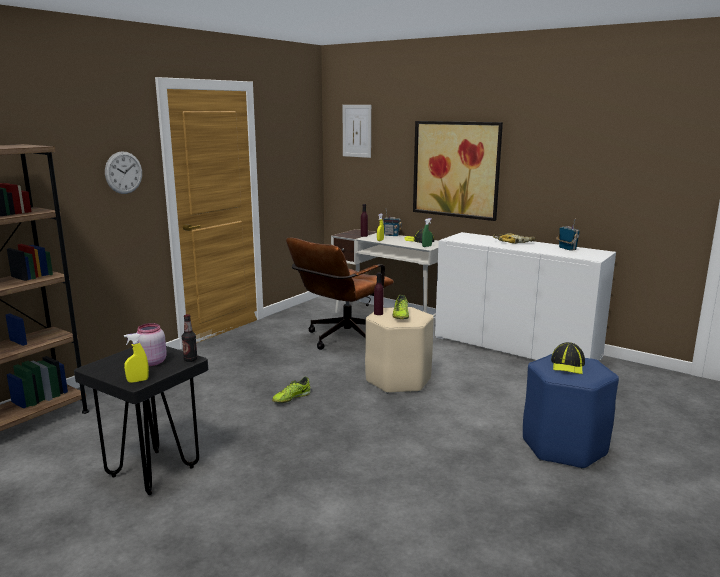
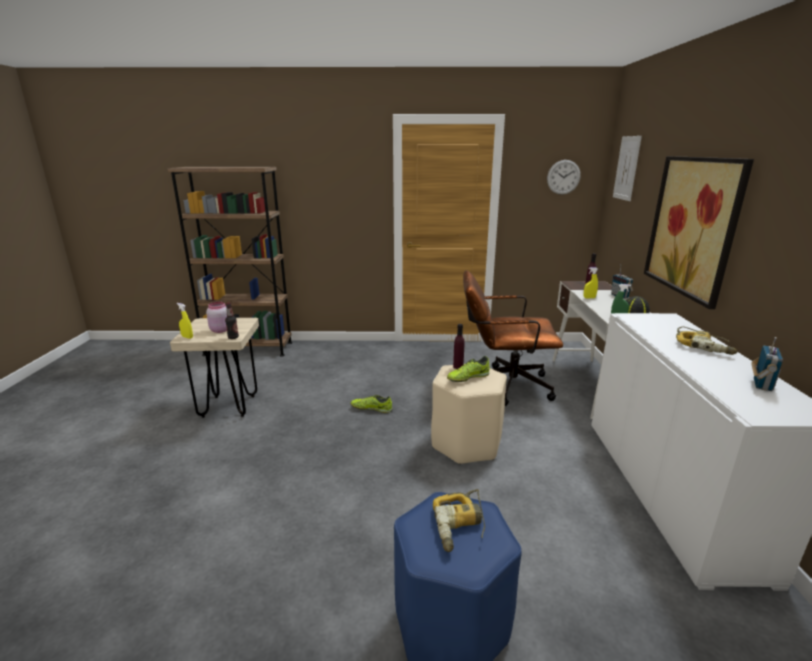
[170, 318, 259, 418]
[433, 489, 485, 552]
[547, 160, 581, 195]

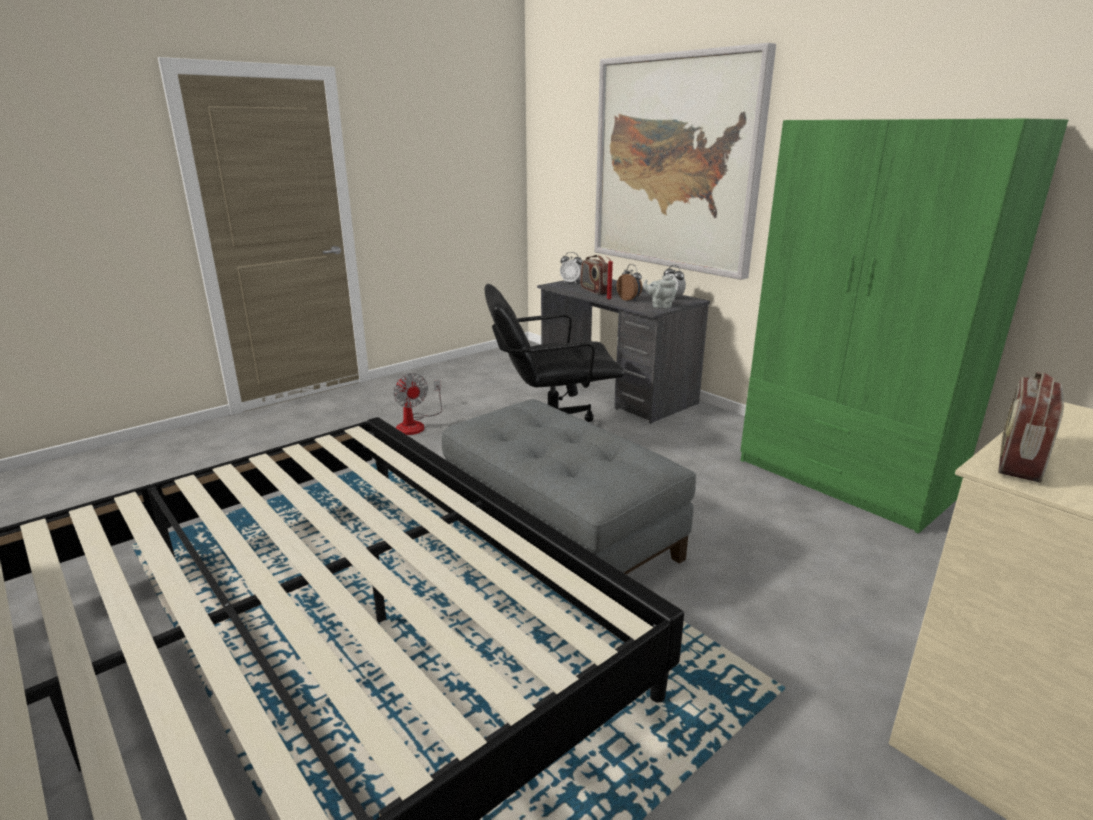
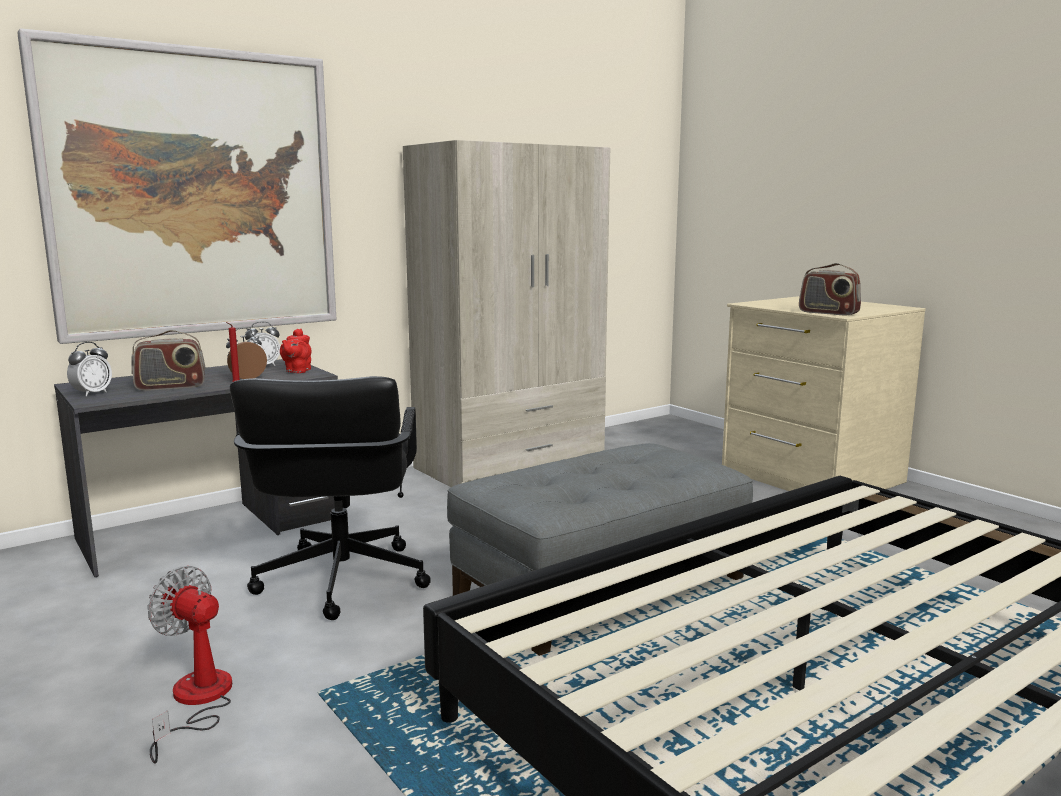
[147, 566, 232, 764]
[280, 329, 311, 373]
[403, 140, 610, 487]

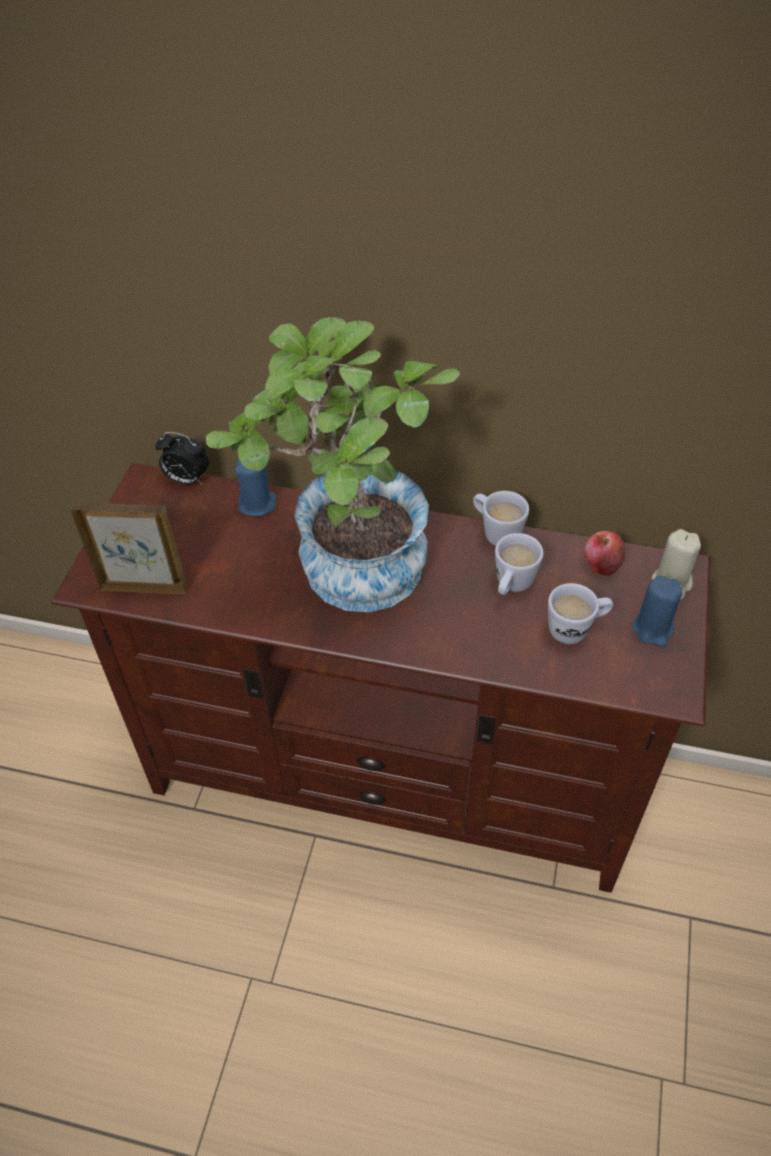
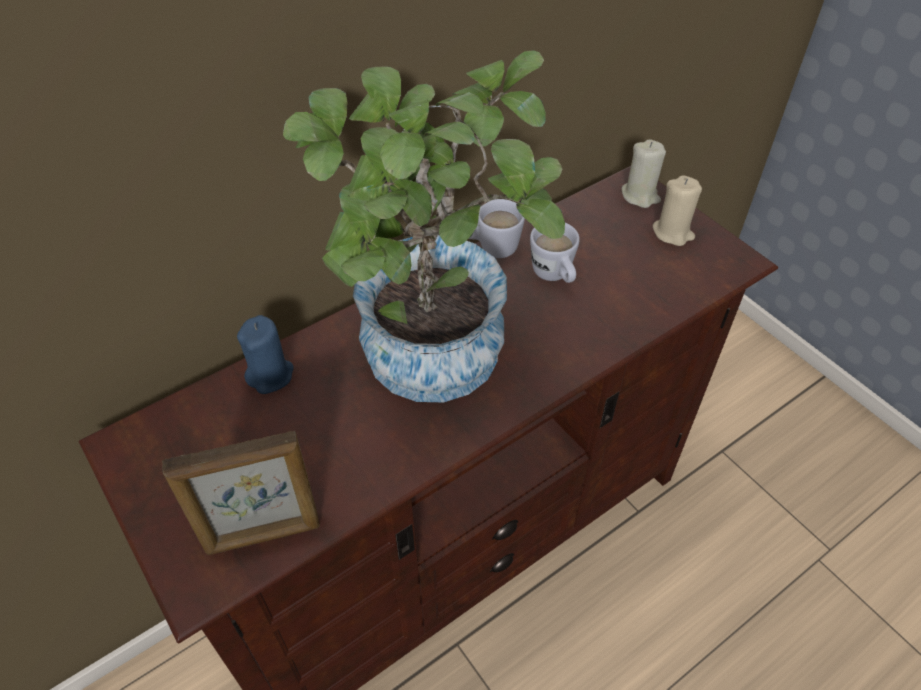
[162, 431, 320, 555]
[653, 175, 702, 246]
[155, 432, 209, 485] (first image)
[548, 583, 613, 644] (first image)
[584, 531, 625, 576] (first image)

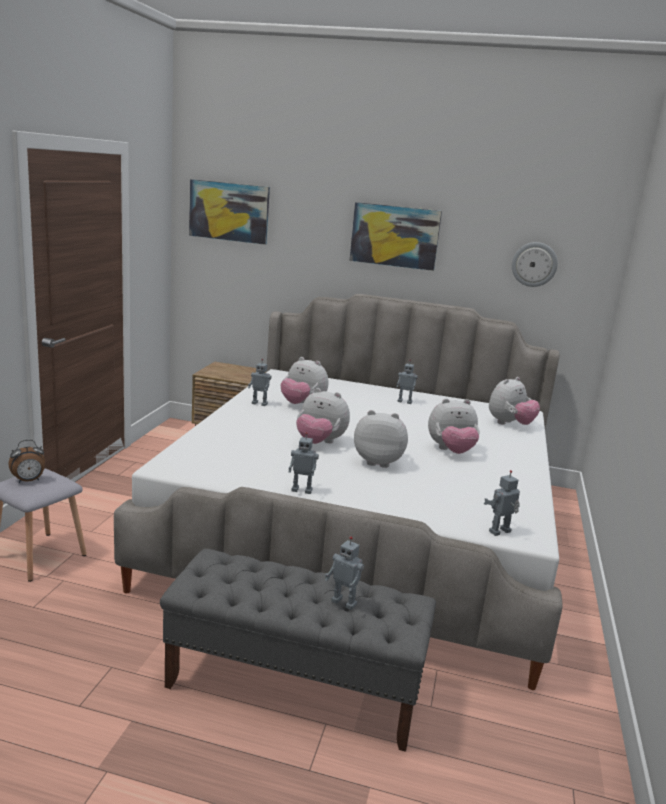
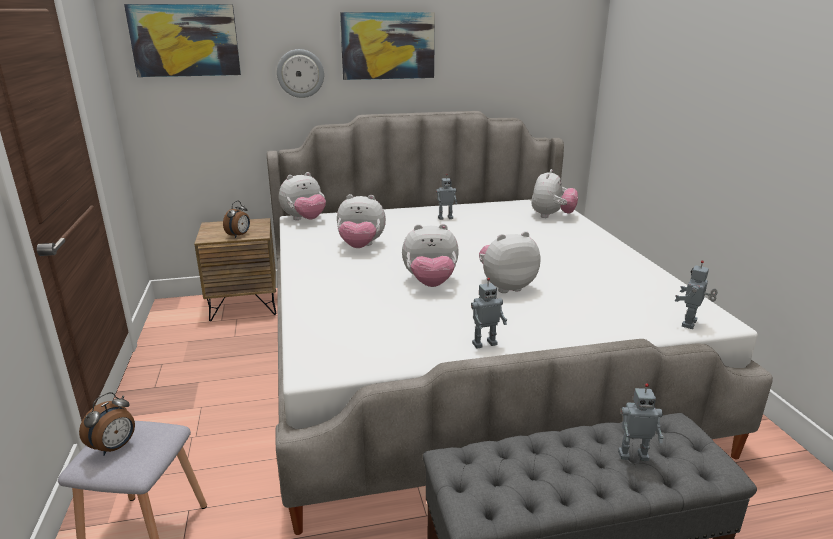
[223, 201, 250, 238]
[277, 49, 324, 98]
[279, 172, 326, 220]
[248, 359, 271, 406] (first image)

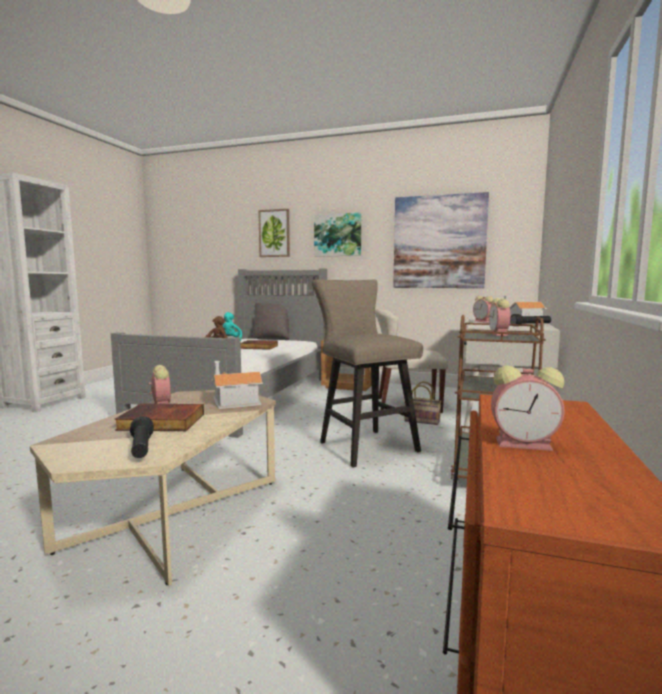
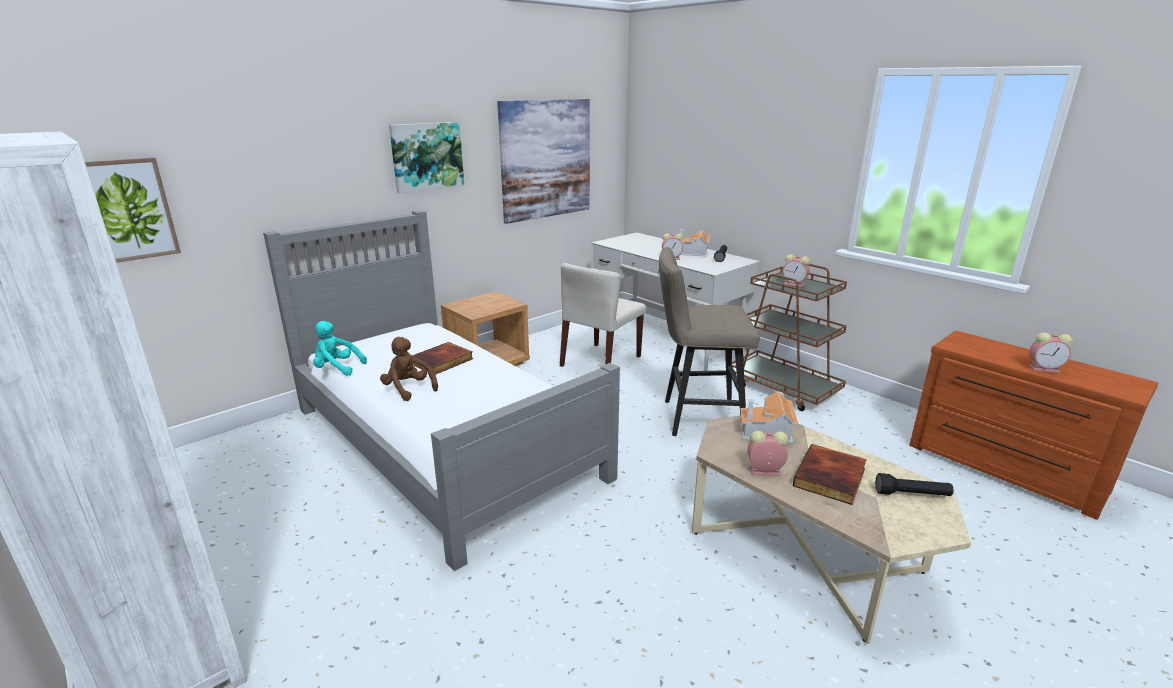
[85, 157, 181, 263]
[1028, 332, 1073, 373]
[251, 303, 290, 339] (first image)
[404, 381, 441, 425] (first image)

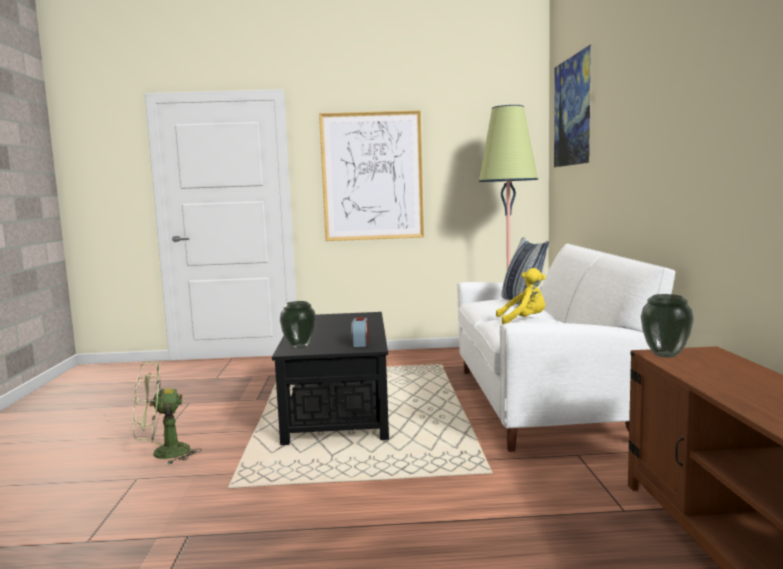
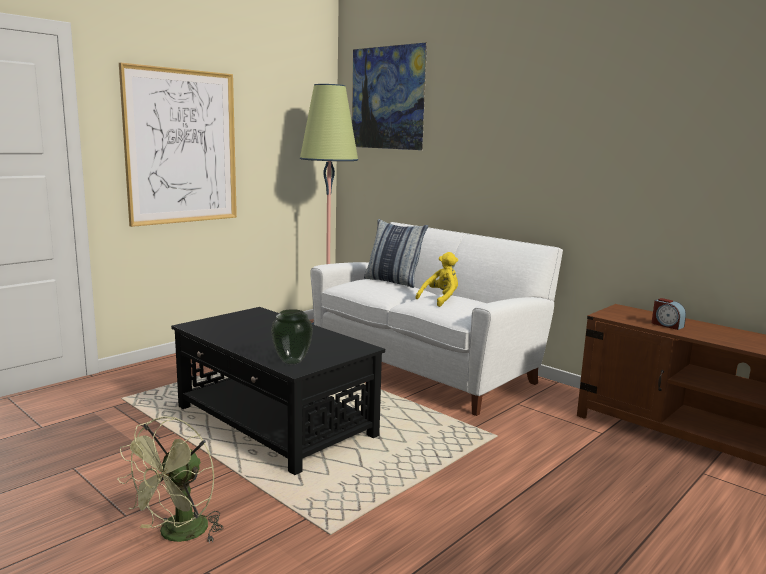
[652, 298, 686, 330]
[641, 294, 694, 358] (first image)

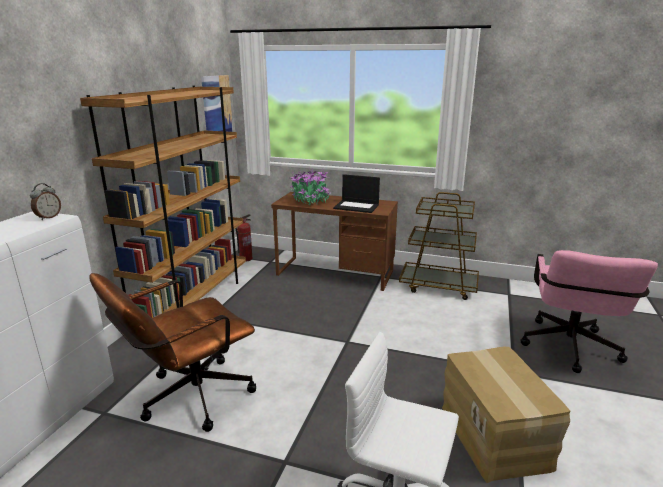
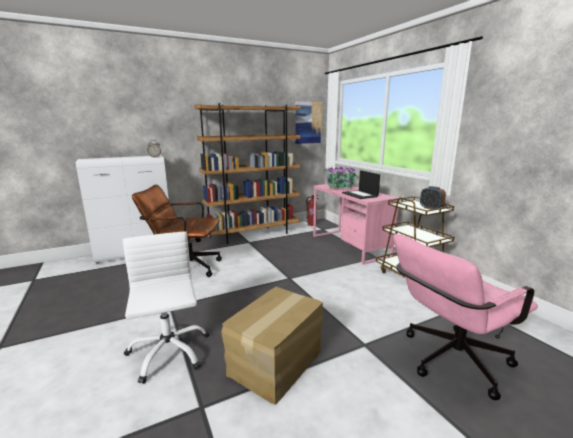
[313, 183, 399, 265]
[420, 186, 446, 209]

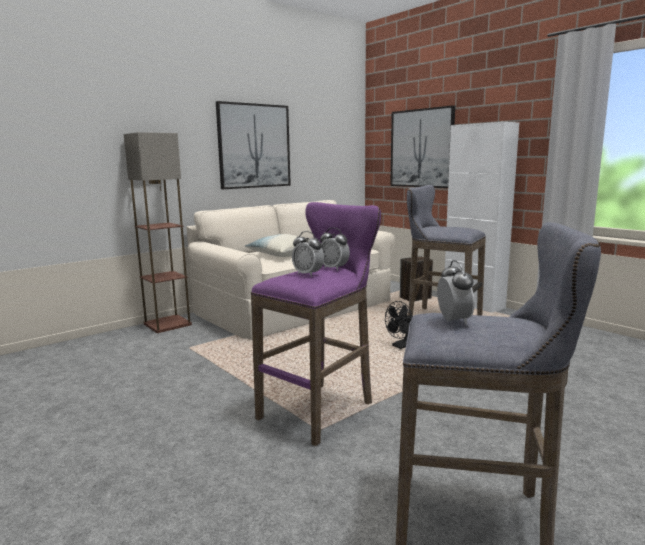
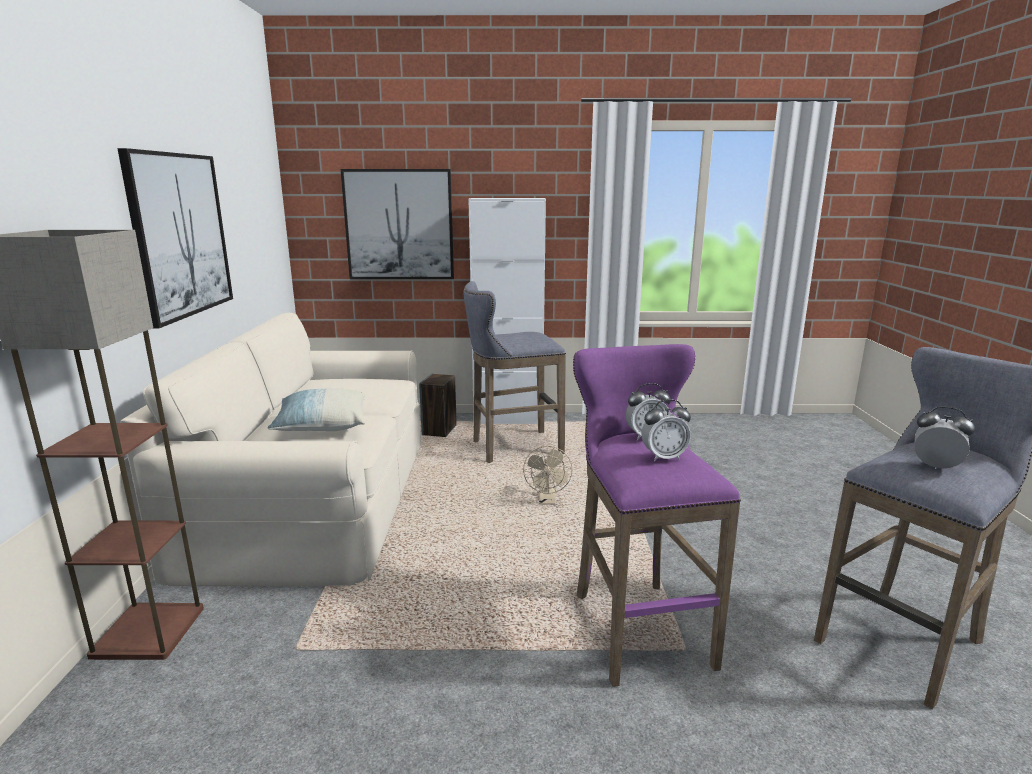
[523, 446, 573, 505]

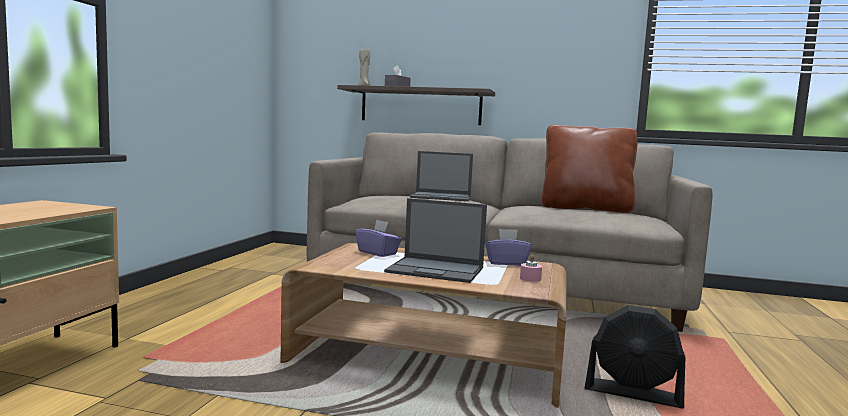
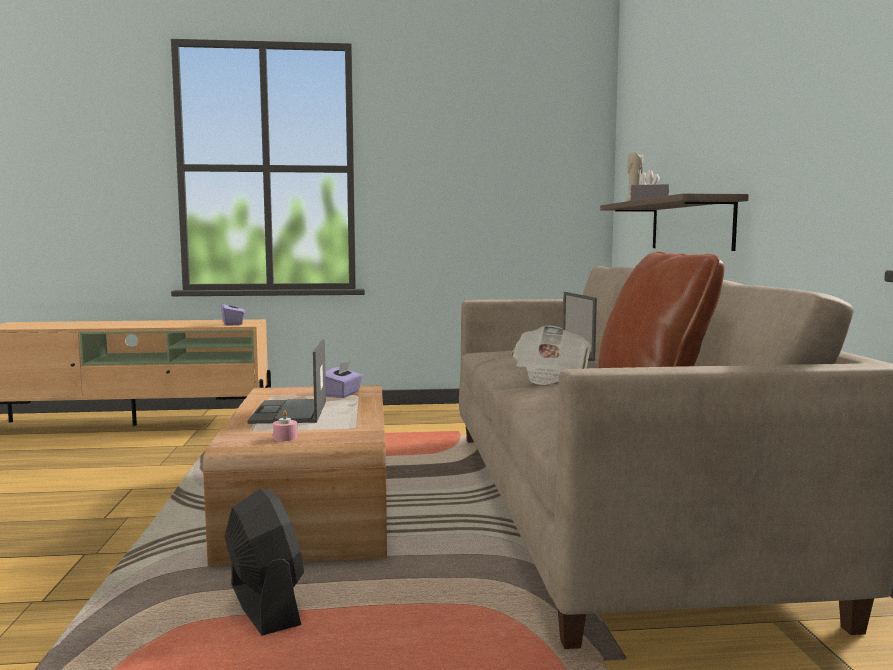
[221, 299, 245, 325]
[225, 489, 304, 636]
[512, 325, 591, 385]

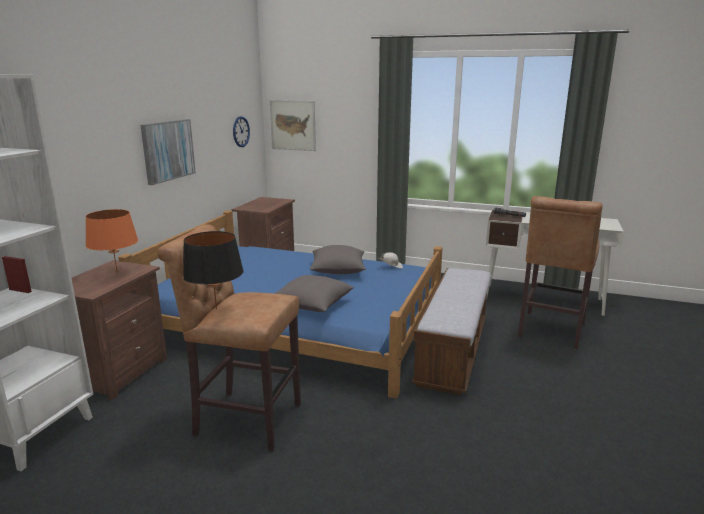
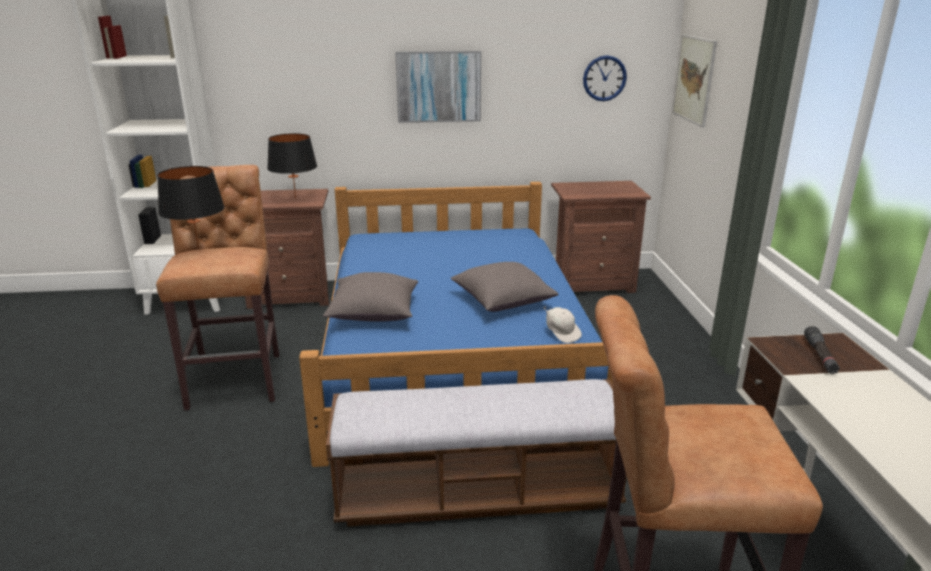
[267, 133, 317, 198]

